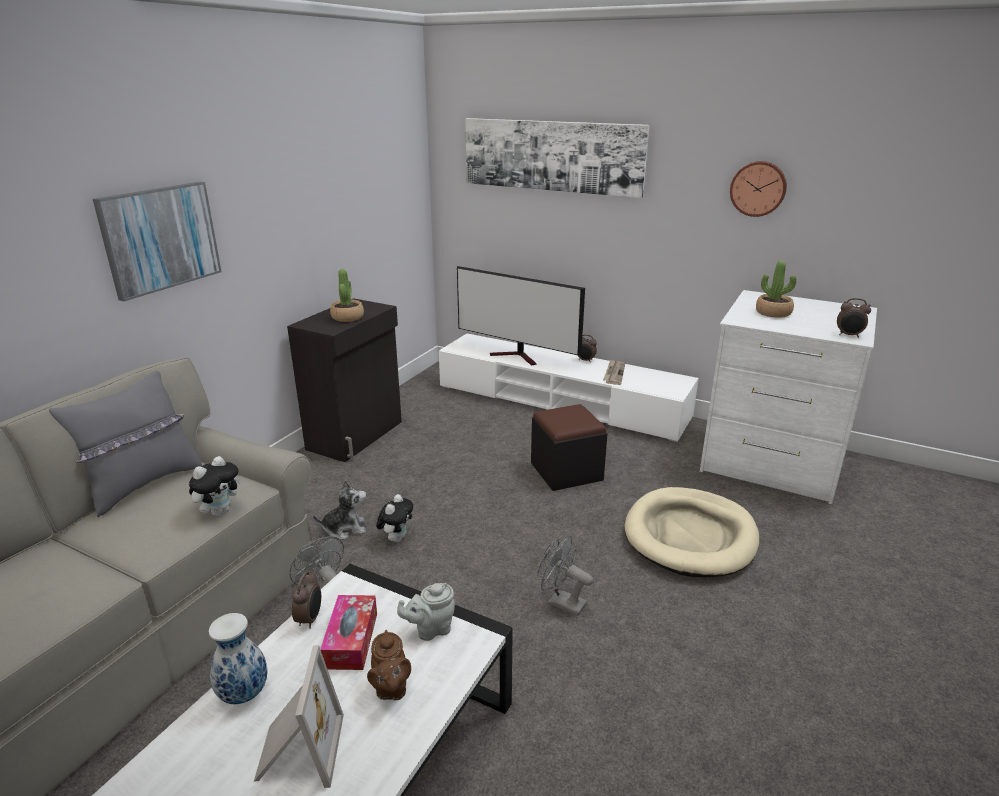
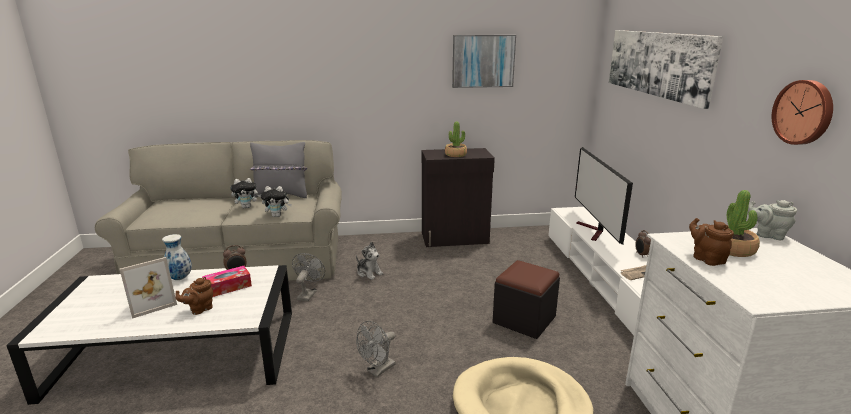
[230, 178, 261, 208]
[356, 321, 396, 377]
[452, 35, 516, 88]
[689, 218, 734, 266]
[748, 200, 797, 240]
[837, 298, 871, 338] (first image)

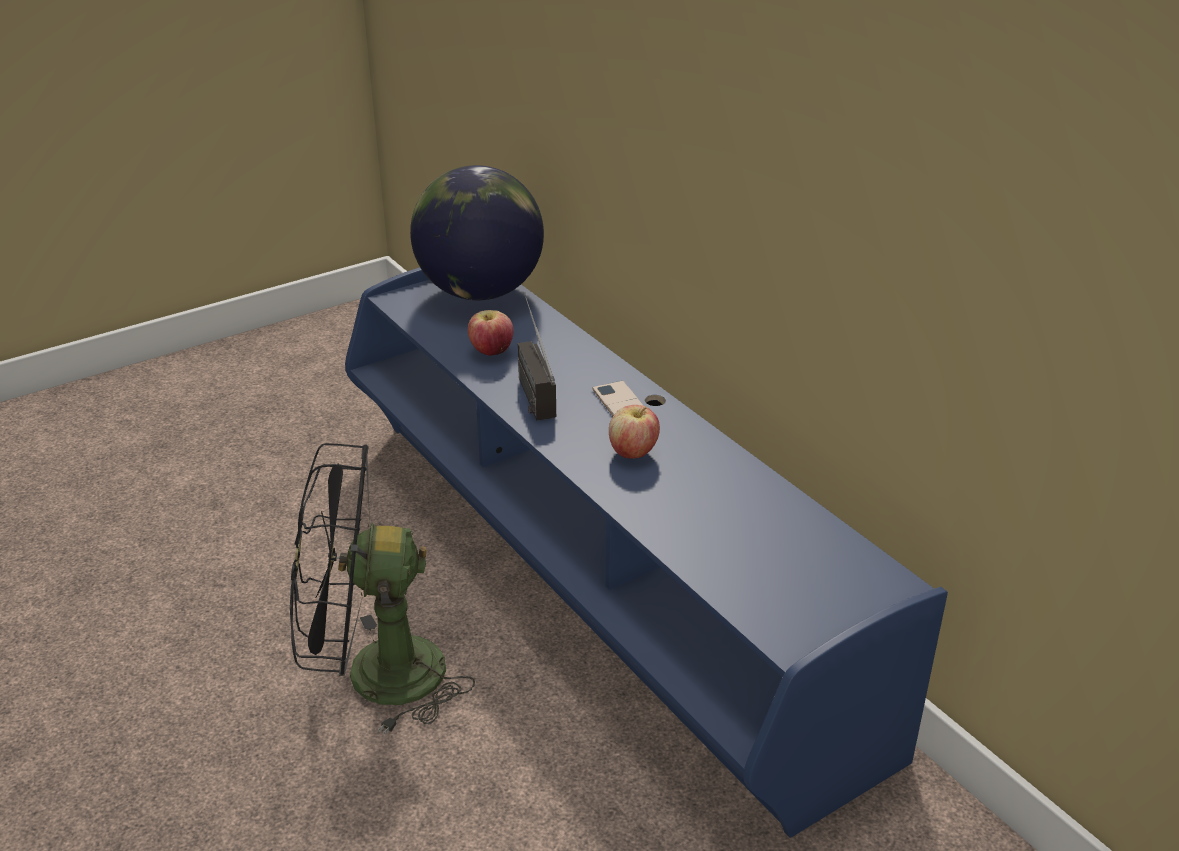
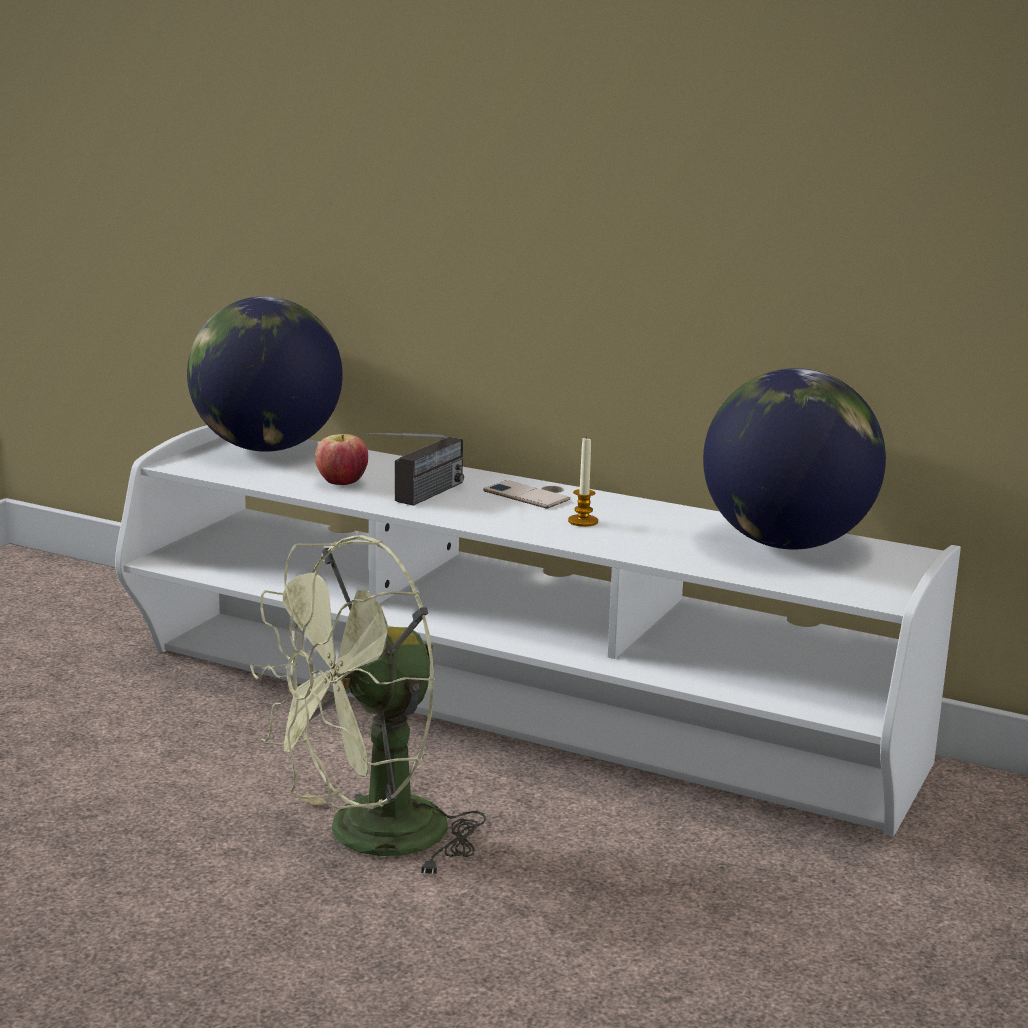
[115, 425, 961, 837]
[250, 535, 486, 878]
[366, 432, 464, 506]
[568, 436, 598, 527]
[703, 368, 886, 550]

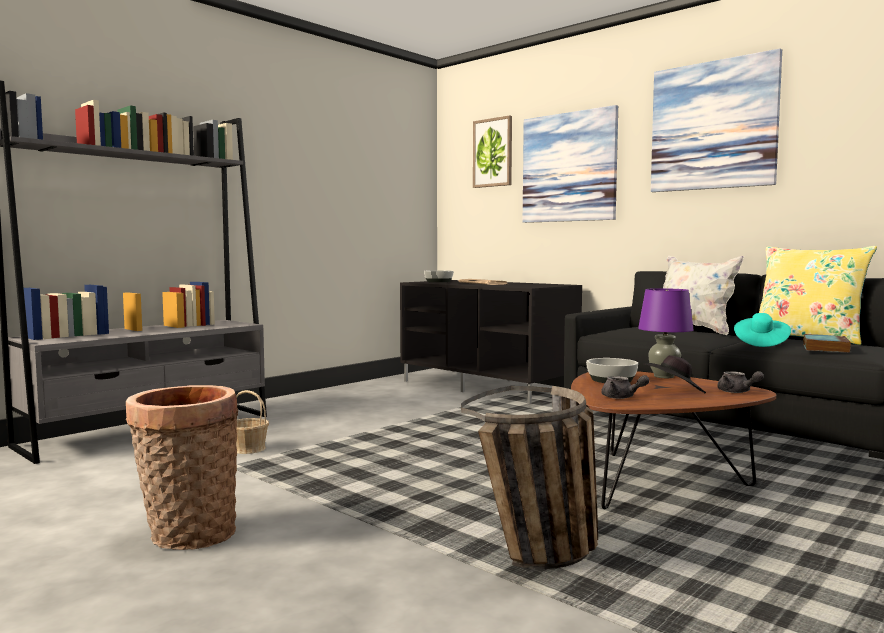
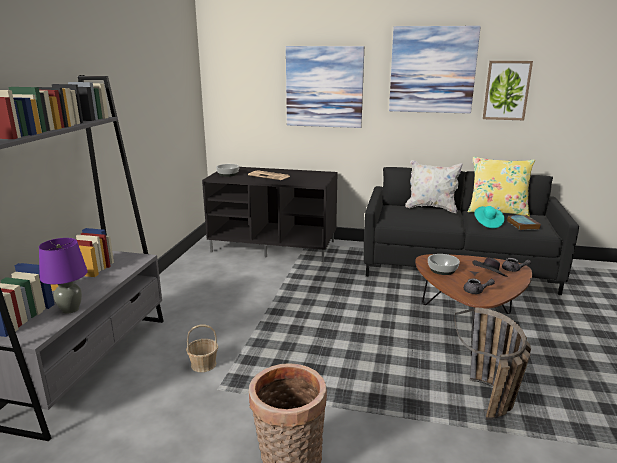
[39, 238, 88, 314]
[483, 61, 533, 120]

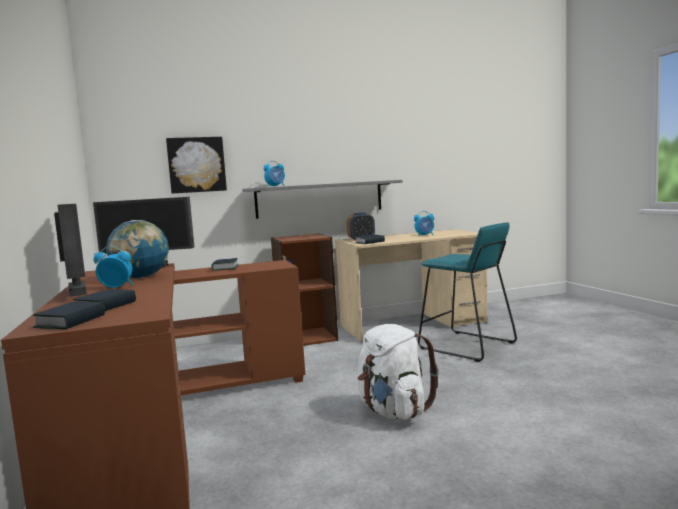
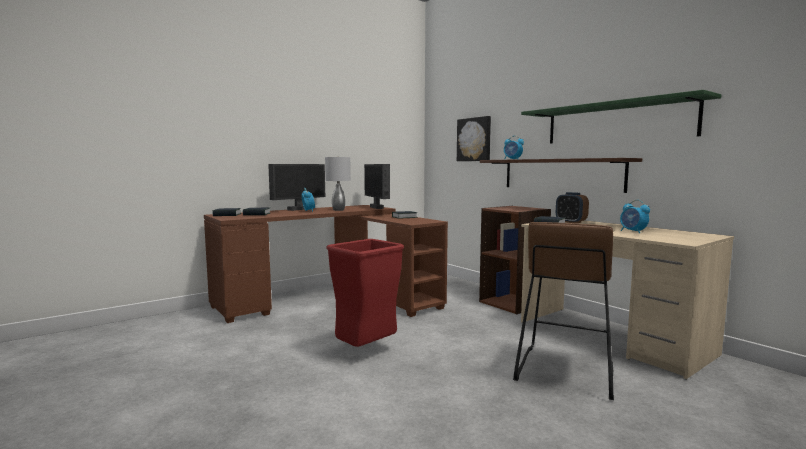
[325, 156, 351, 211]
[327, 239, 404, 347]
[480, 158, 642, 193]
[513, 222, 614, 400]
[521, 90, 721, 143]

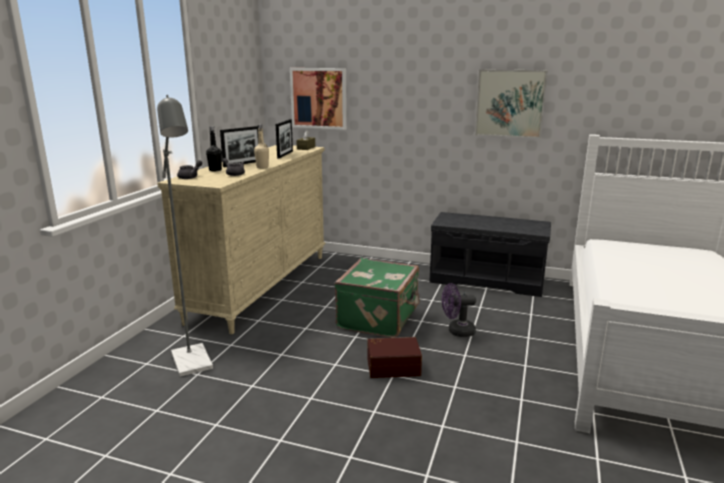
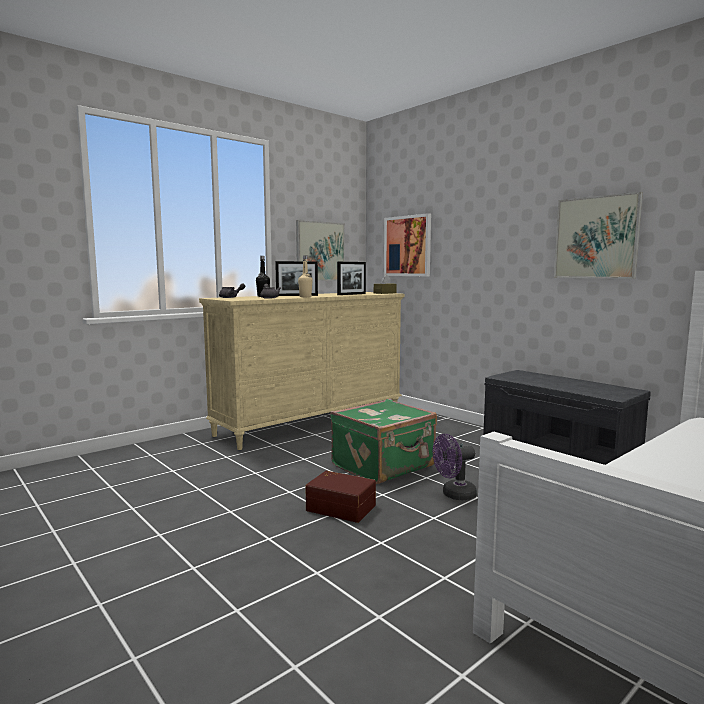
[296, 220, 345, 281]
[433, 434, 477, 500]
[157, 95, 213, 377] (first image)

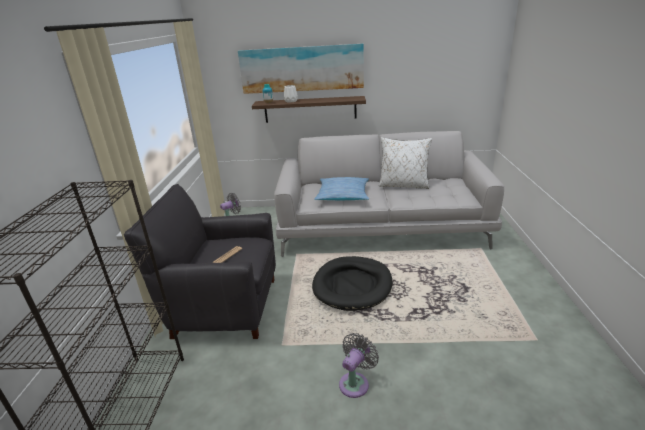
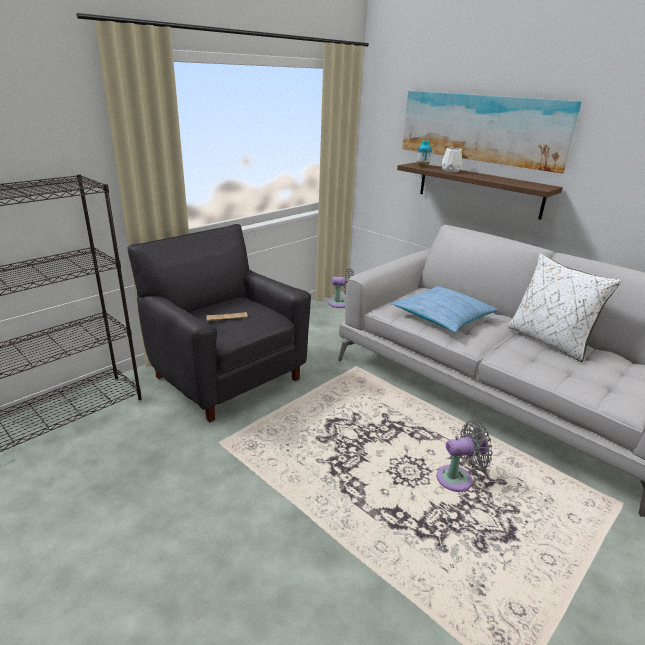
[436, 420, 493, 492]
[312, 256, 392, 311] (first image)

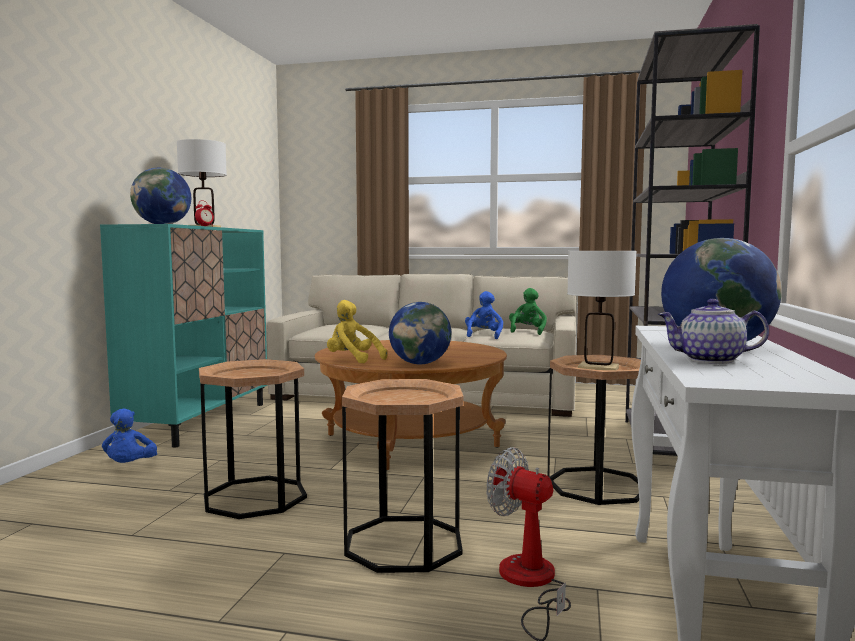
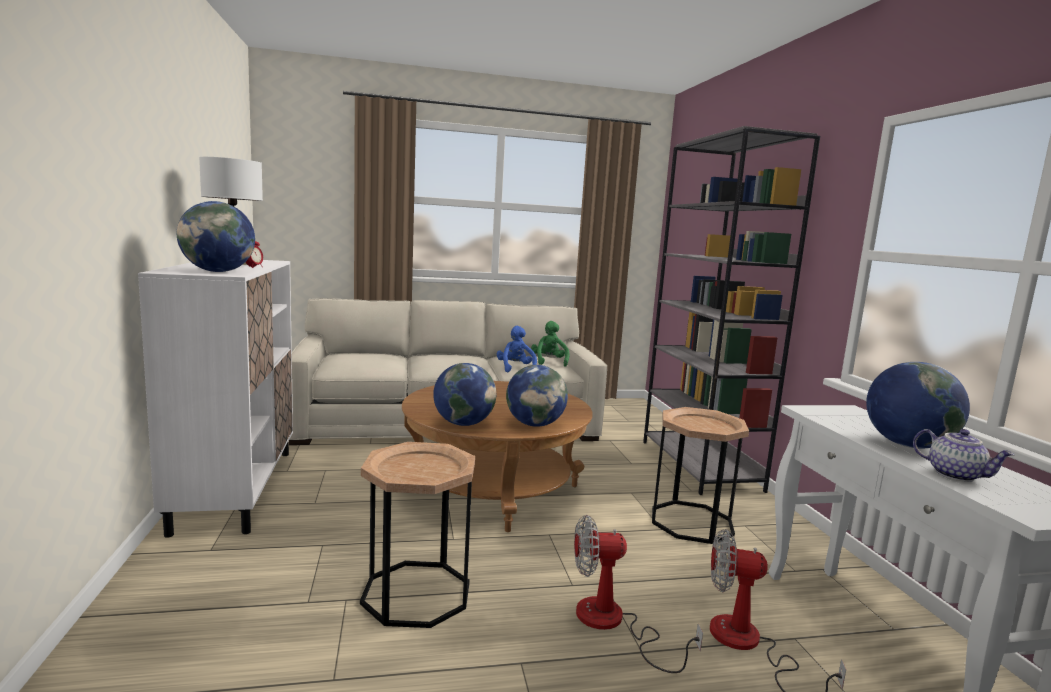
[138, 260, 293, 538]
[433, 363, 496, 426]
[574, 515, 703, 673]
[913, 429, 1015, 482]
[102, 409, 157, 463] (first image)
[567, 251, 637, 370] (first image)

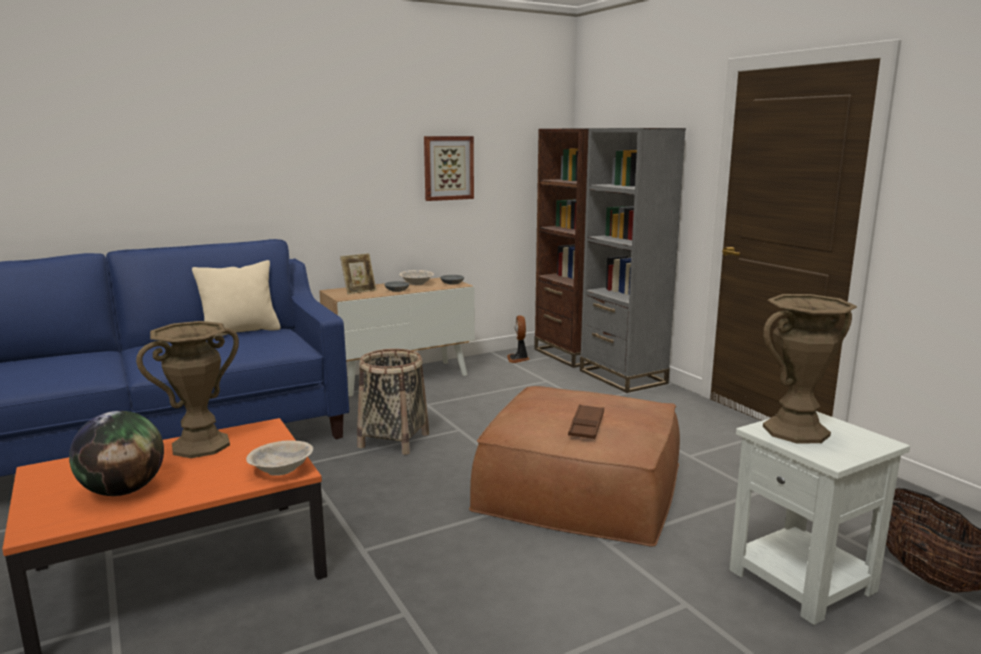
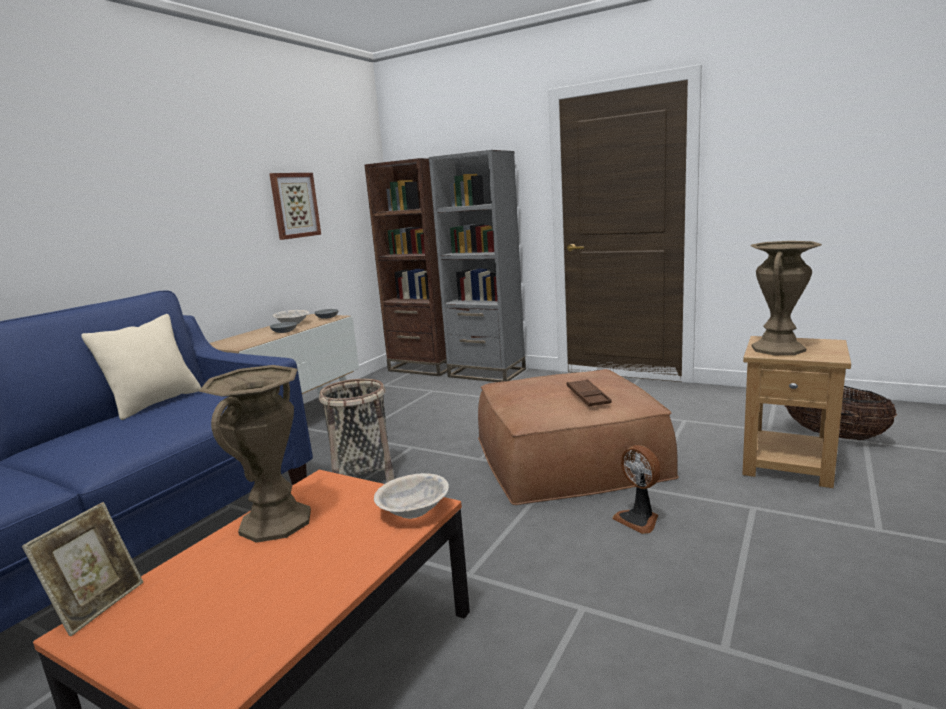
[22, 502, 143, 636]
[612, 445, 661, 534]
[742, 336, 851, 488]
[69, 411, 164, 496] (first image)

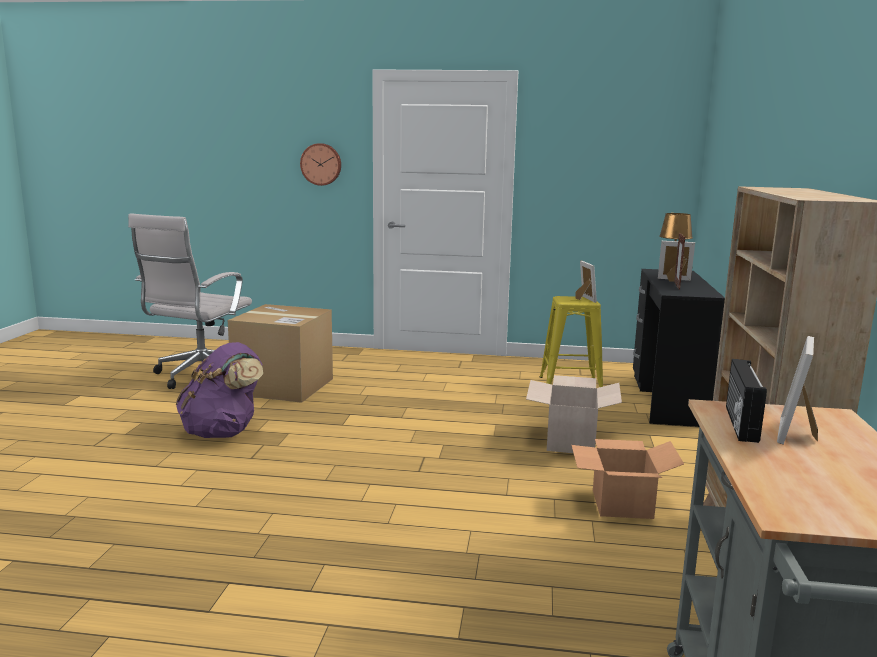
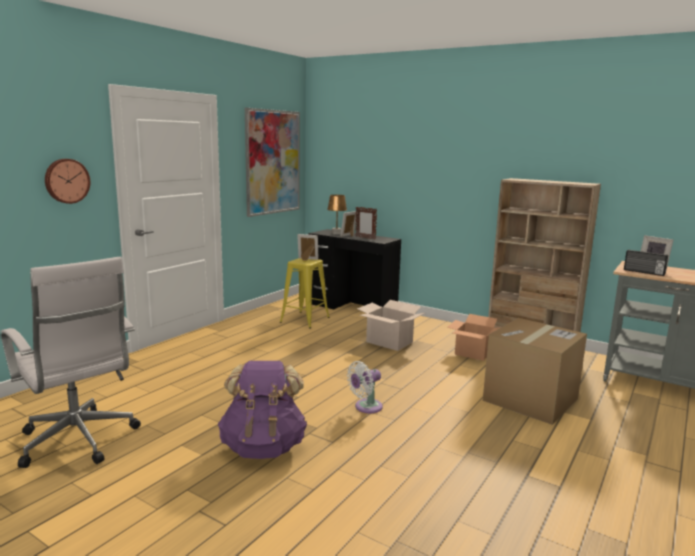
[245, 108, 300, 217]
[347, 361, 383, 413]
[483, 318, 587, 425]

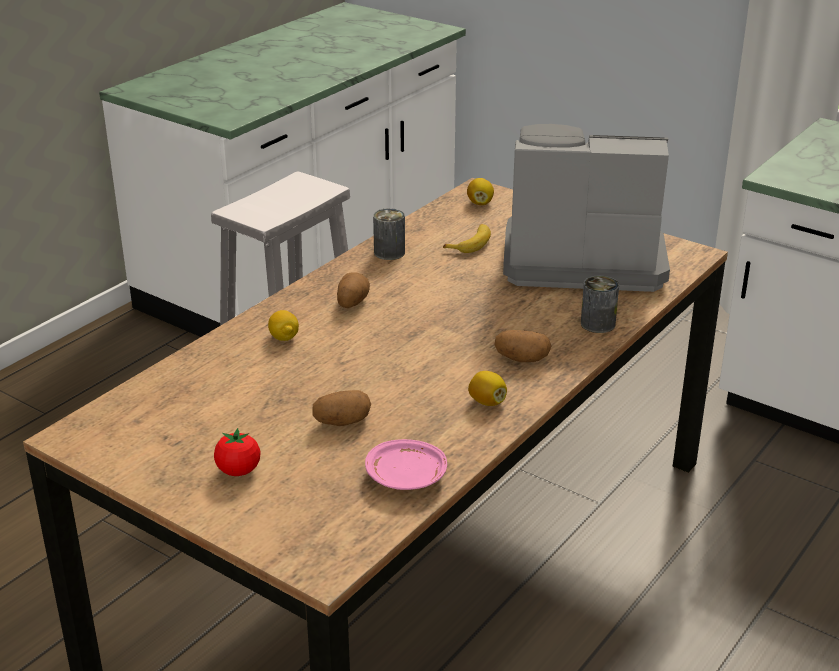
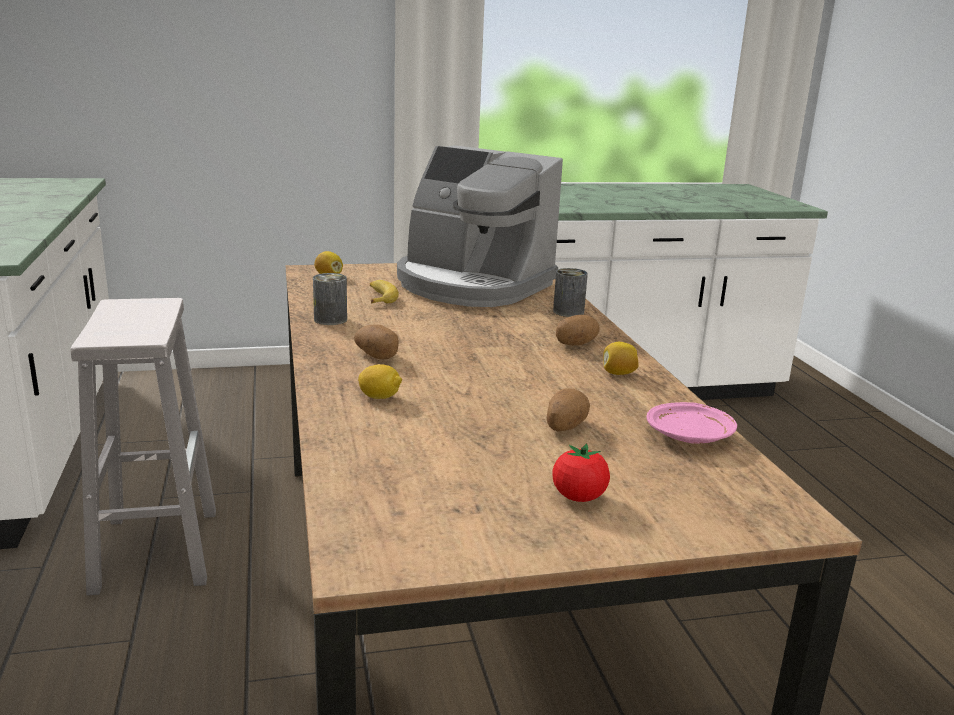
[397, 145, 563, 307]

